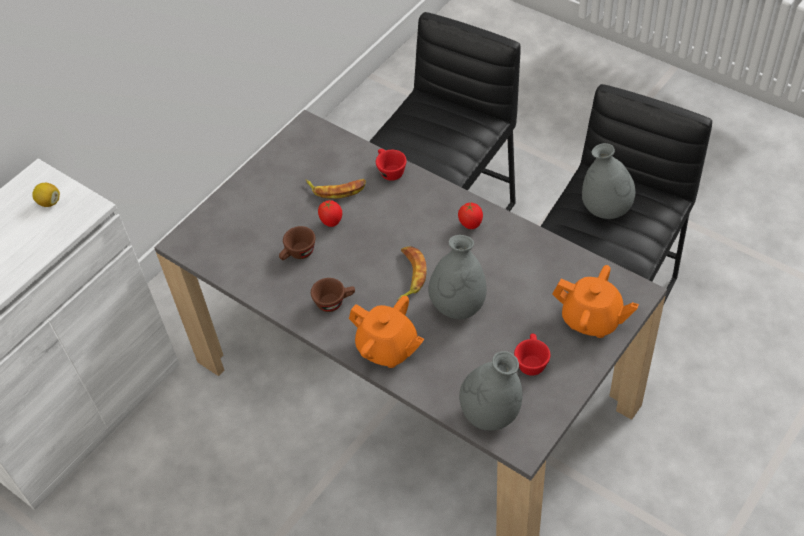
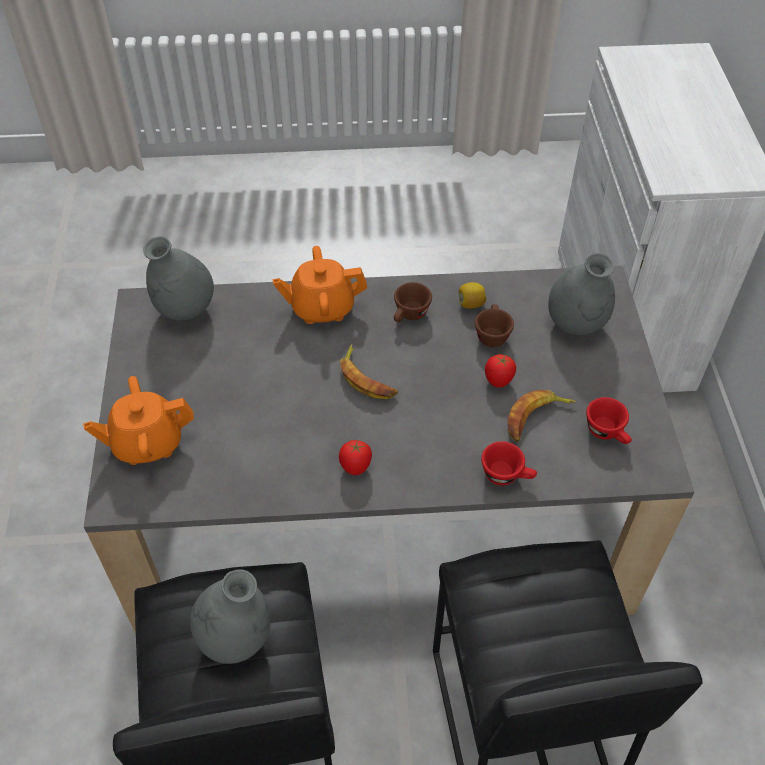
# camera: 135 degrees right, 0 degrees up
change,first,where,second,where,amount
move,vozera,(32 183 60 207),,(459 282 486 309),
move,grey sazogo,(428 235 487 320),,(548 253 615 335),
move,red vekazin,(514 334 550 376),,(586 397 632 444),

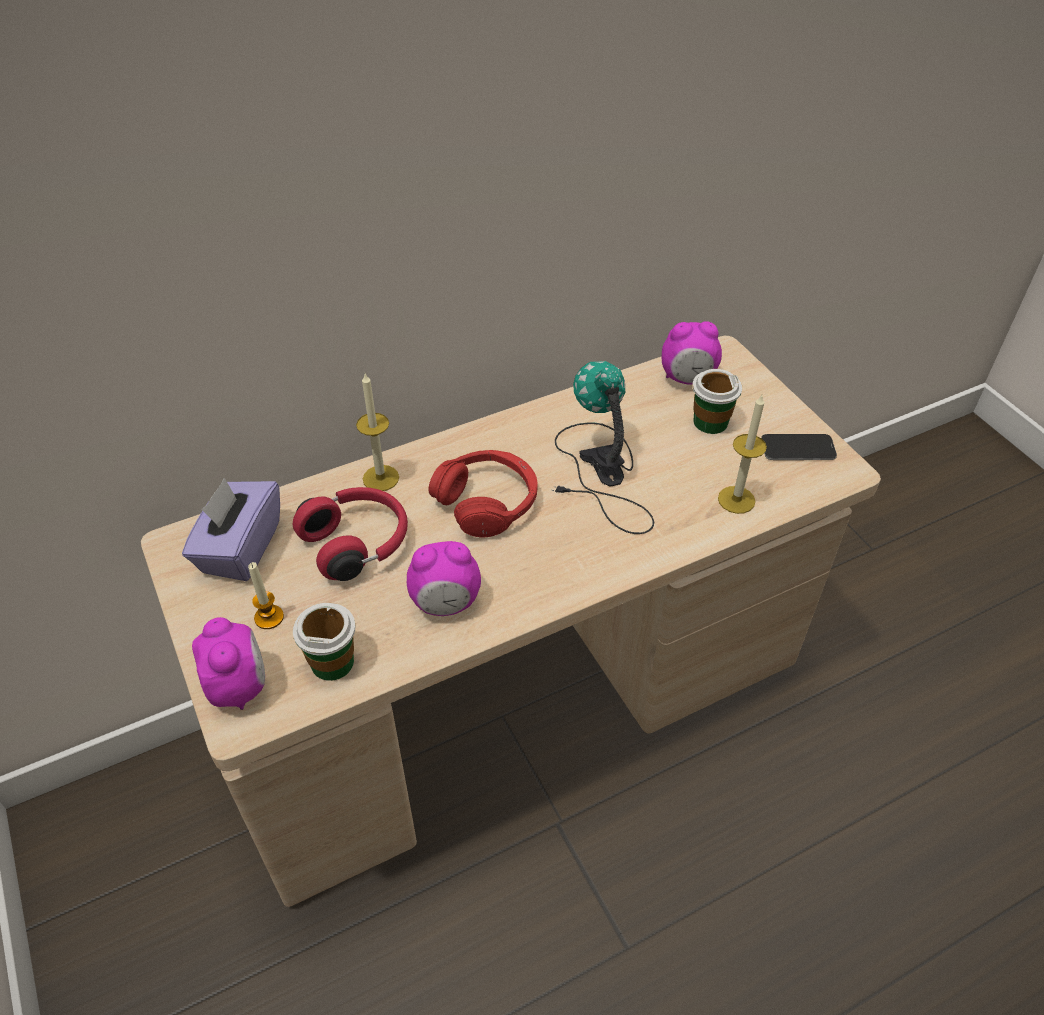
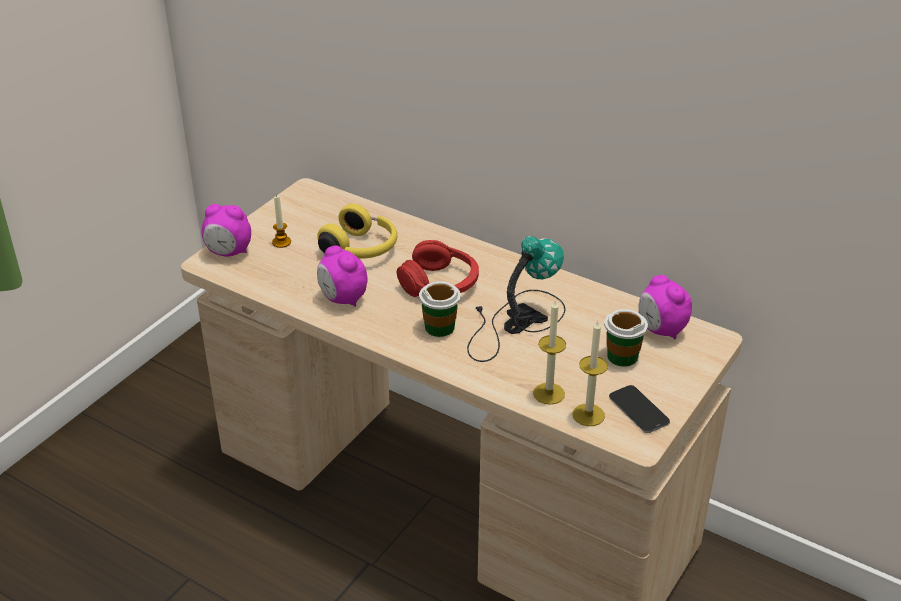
# camera: 60 degrees right, 10 degrees down
change,first,where,second,where,amount
rotate,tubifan,(192 617 265 710),,(201 204 251 257),60 degrees clockwise
recolor,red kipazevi,(293 487 408 581),yellow kipazevi,(317 204 397 259),
move,vekazin,(293 603 356 681),,(419 281 461 337),
move,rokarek,(356 374 399 491),,(572 321 608 426),
delete,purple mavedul,(182 478 280 581),,,

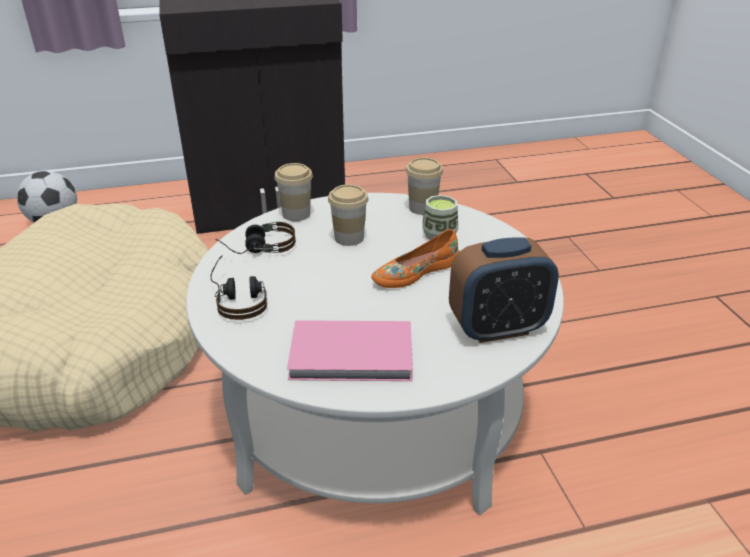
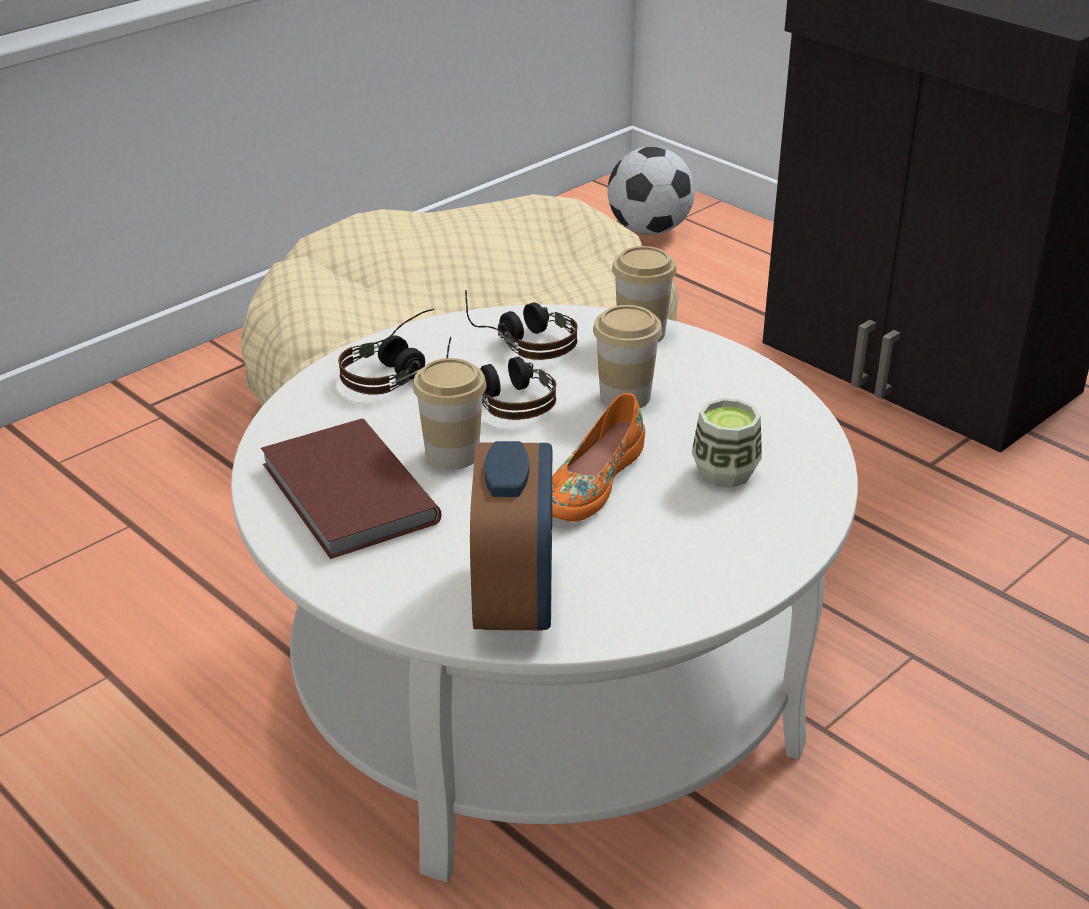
# camera: 60 degrees right, 0 degrees up
change,first,where,second,where,amount
recolor,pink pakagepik,(287 320 413 381),brown pakagepik,(261 419 441 559),
move,vekazin,(406 158 443 215),,(413 358 486 470),
insert,,,kipazevi,(446 337 556 420),
rotate,tubifan,(449 237 559 343),,(470 441 552 630),135 degrees counterclockwise
rotate,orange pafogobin,(372 229 459 288),,(552 393 645 522),90 degrees counterclockwise

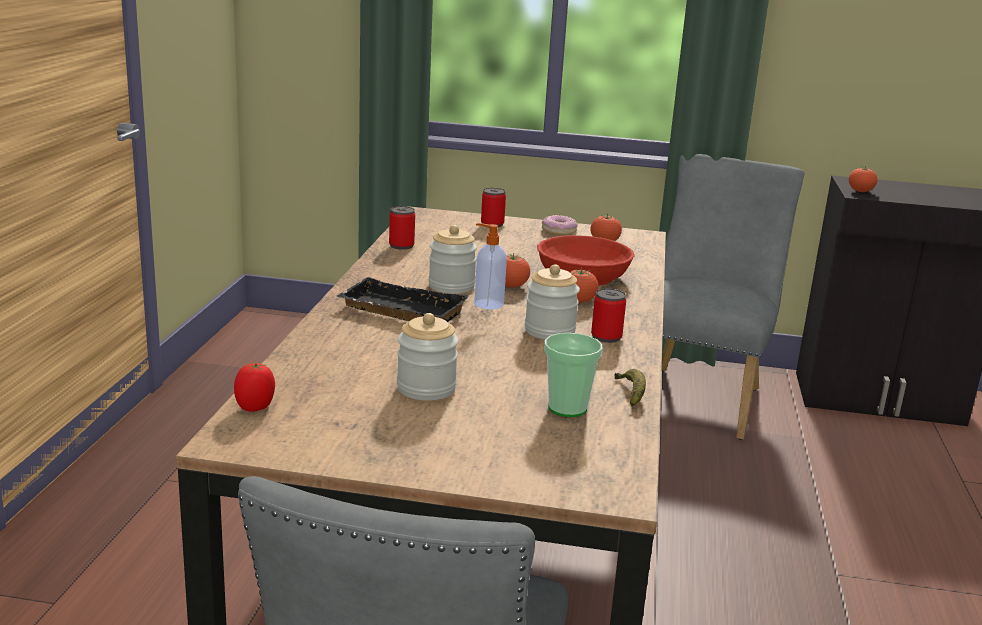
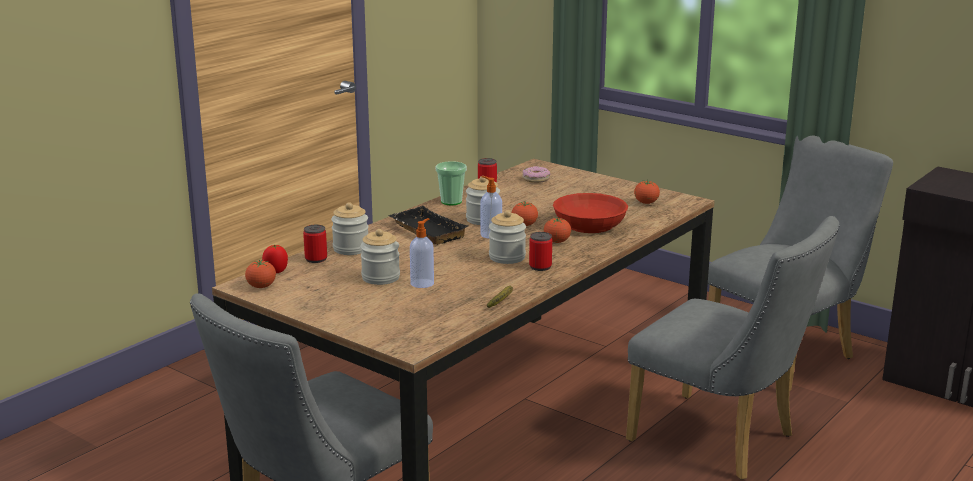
# camera: 30 degrees right, 0 degrees up
change,first,where,second,where,amount
move,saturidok,(849 166 878 192),,(245 260 276 288),
move,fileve,(481 188 506 227),,(303 225 327 263),
insert,,,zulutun,(331 202 369 255),
insert,,,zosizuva,(410 218 434 288),
move,vekazin,(544 333 603 417),,(436 161 467 206),
move,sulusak,(542 215 577 235),,(522 166 550 183),
insert,,,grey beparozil,(626 216 840 480),

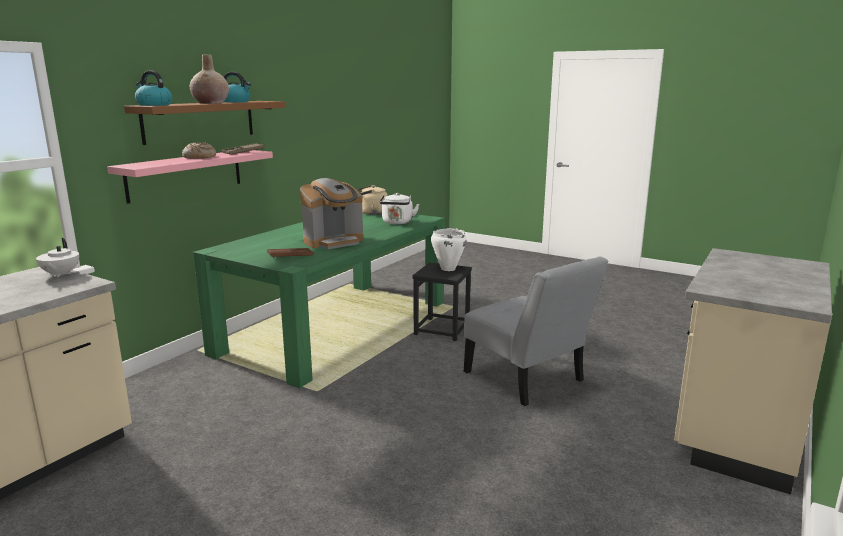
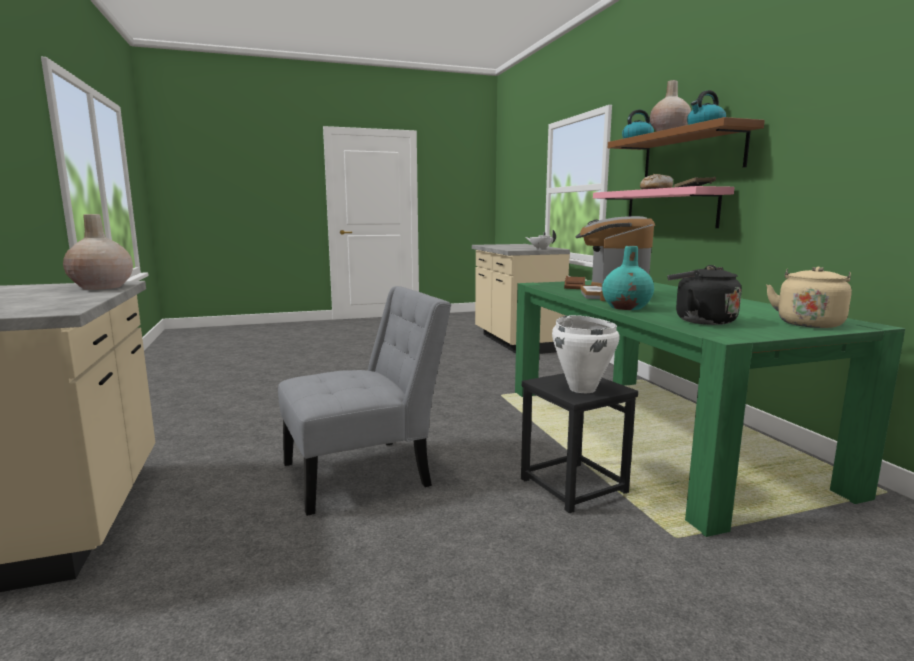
# camera: 130 degrees right, 5 degrees down
change,first,where,second,where,amount
insert,,,beige sazogo,(63 214 133 290),
rotate,grey beparozil,(464 256 608 406),,(278 286 451 516),150 degrees clockwise
insert,,,turquoise sazogo,(602 246 654 310),
recolor,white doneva,(379 193 419 225),black doneva,(667 265 742 325),

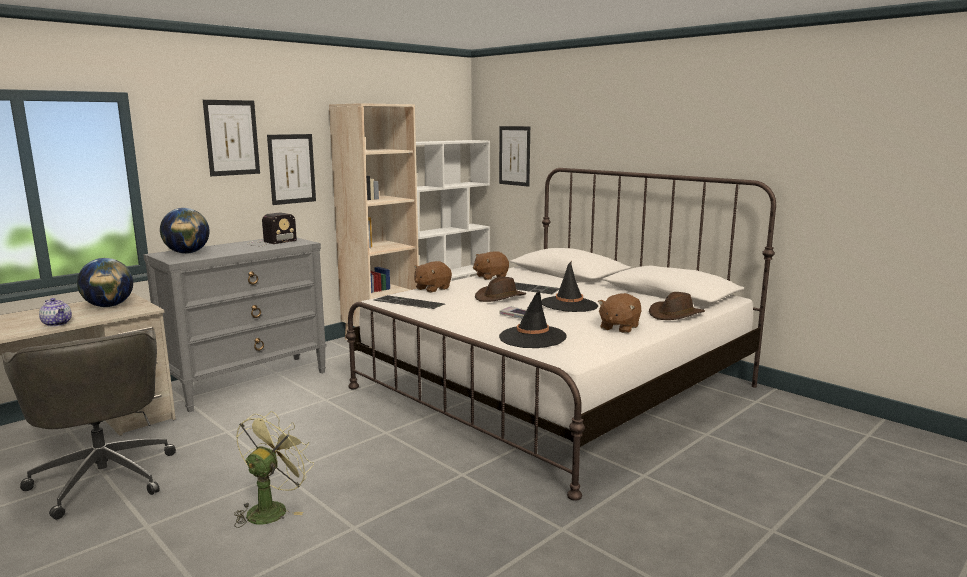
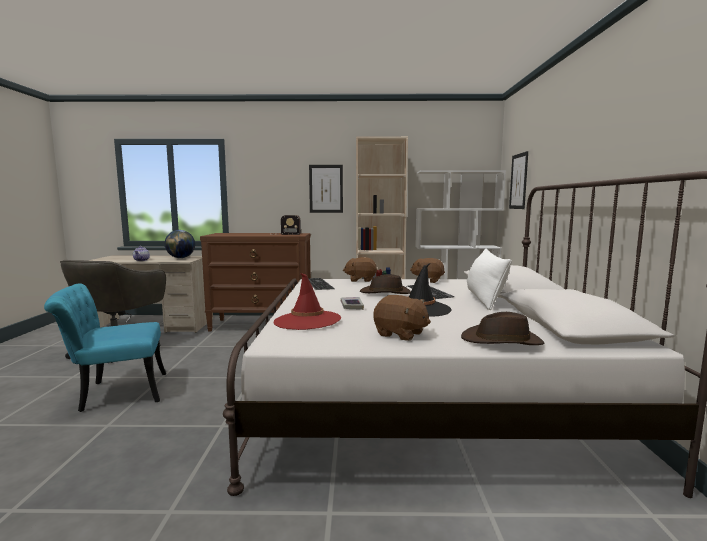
# camera: 45 degrees right, 5 degrees down
change,first,where,second,where,amount
replace,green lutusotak,(234 411 314 528),turquoise beparozil,(44 283 166 412),
recolor,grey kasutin,(143 238 327 412),brown kasutin,(200 233 311 332),
recolor,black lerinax,(499 291 566 348),red lerinax,(274 273 341 330),
rotate,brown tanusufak,(598 293 641 333),,(373 295 431 341),135 degrees counterclockwise
insert,,,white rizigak,(467 248 512 310),
delete,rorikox,(160 208 210 254),,,
delete,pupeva,(203 100 260 176),,,

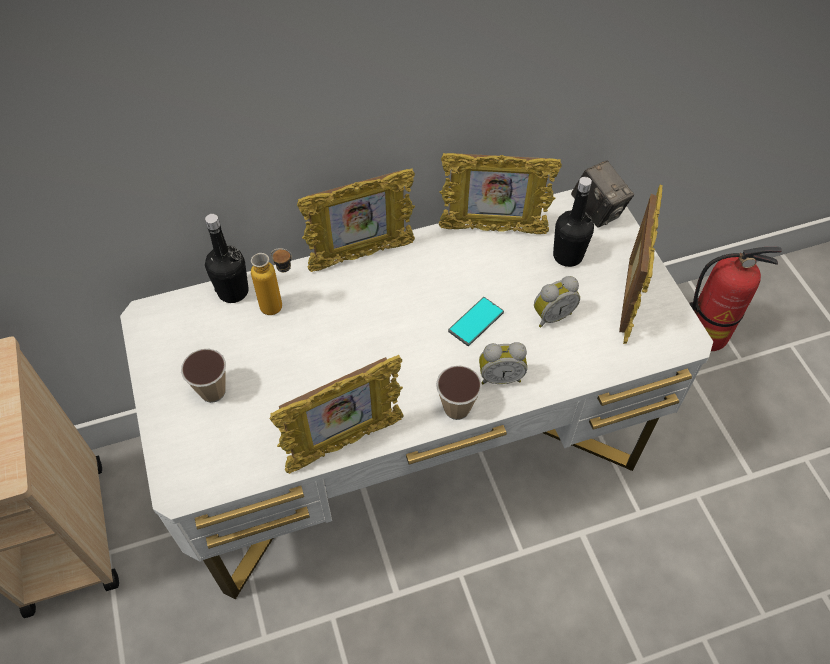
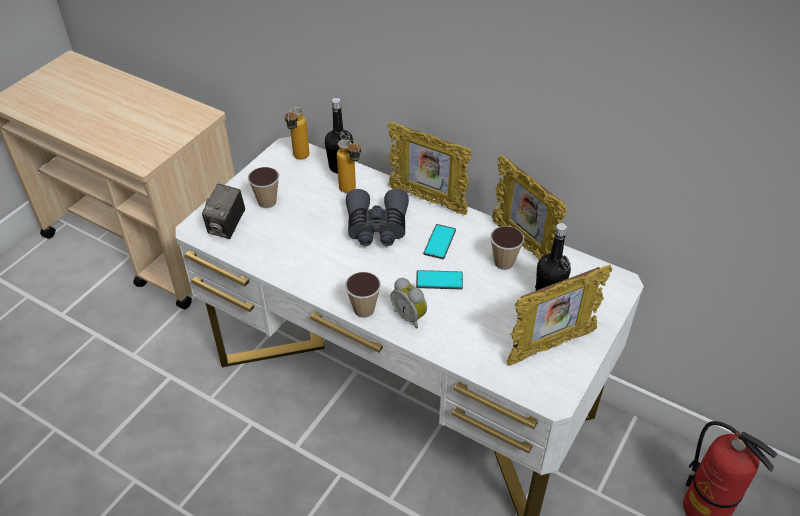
# camera: 50 degrees right, 10 degrees down
change,first,where,second,where,amount
move,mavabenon,(571 160 634 228),,(202 184 245 239),
insert,,,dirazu,(285 107 309 159),
insert,,,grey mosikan,(346 189 409 246),
insert,,,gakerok,(423 224 456 259),
insert,,,vekazin,(490 226 524 270),
delete,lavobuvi,(270 355 404 474),,,
delete,tubifan,(534 276 580 328),,,

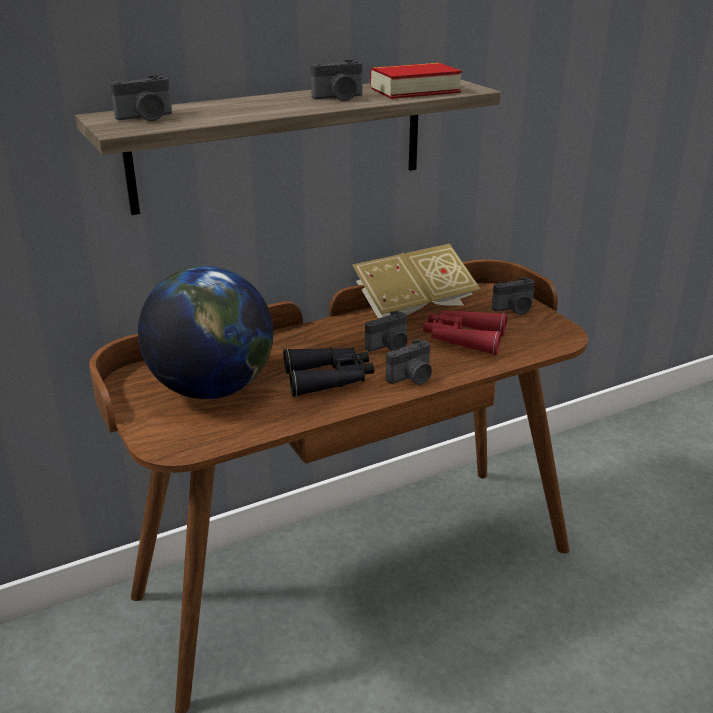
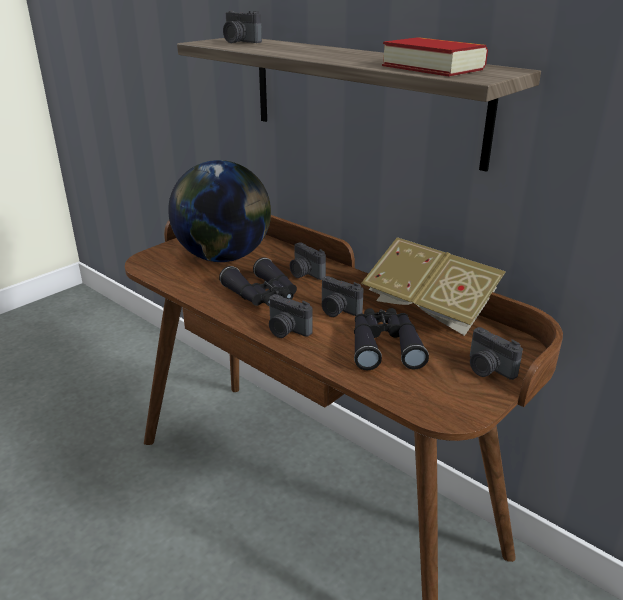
# camera: 70 degrees right, 0 degrees up
change,first,where,second,where,amount
move,mavabenon,(311 59 363 101),,(290 242 326 280),
recolor,red mosikan,(423 310 508 355),black mosikan,(354 308 429 370),

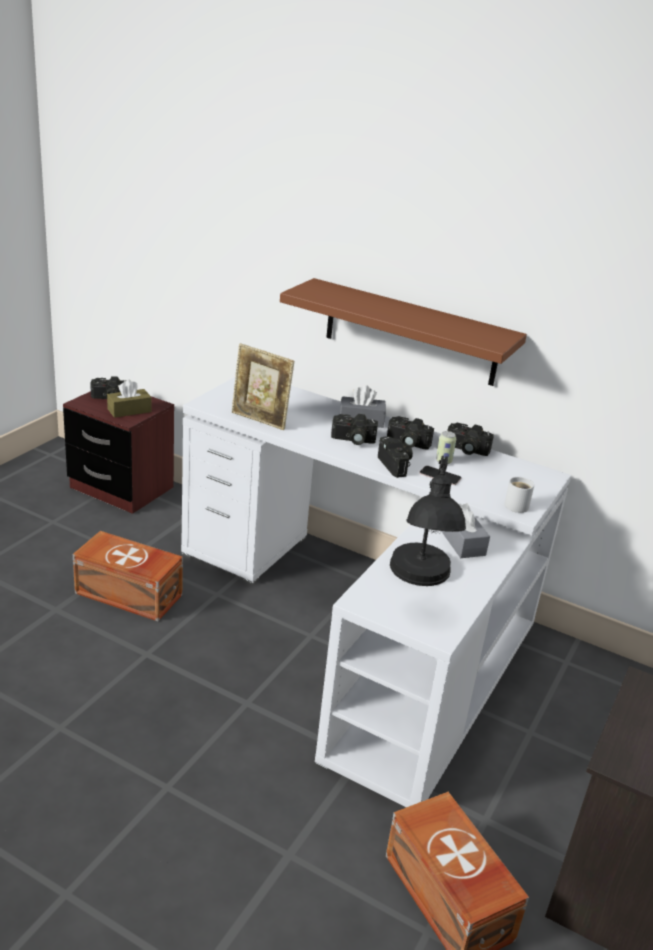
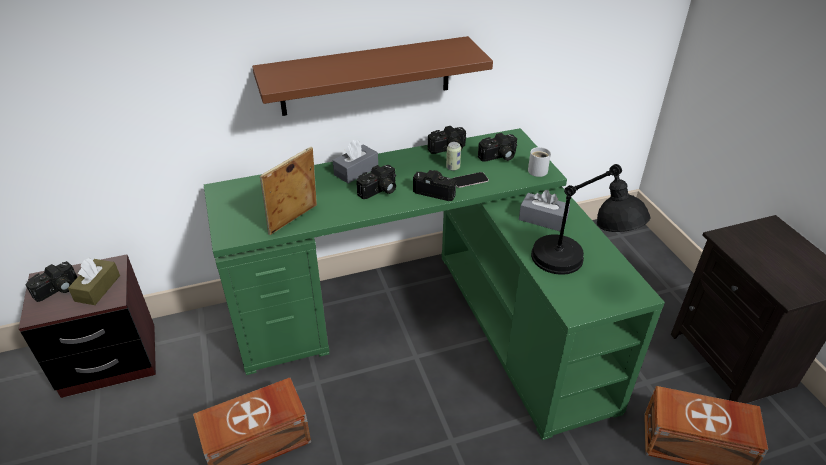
# camera: 45 degrees left, 10 degrees up
change,first,where,second,where,amount
recolor,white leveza,(181 377 571 808),green leveza,(204 128 665 440),
rotate,lavobuvi,(232 343 294 430),,(260 147 317 235),150 degrees clockwise
move,mavabenon,(387 416 434 450),,(478 133 517 162),

